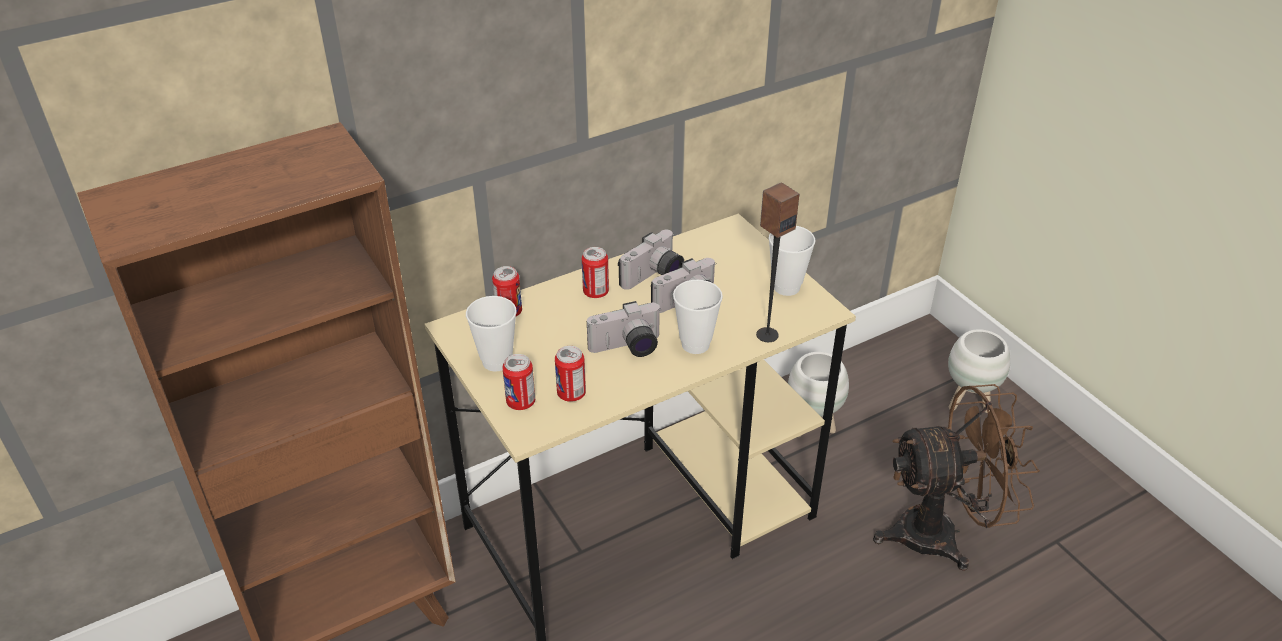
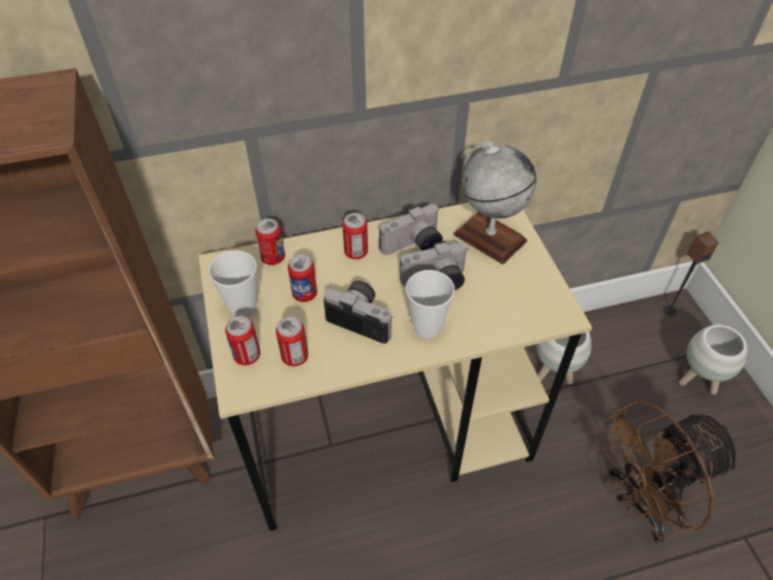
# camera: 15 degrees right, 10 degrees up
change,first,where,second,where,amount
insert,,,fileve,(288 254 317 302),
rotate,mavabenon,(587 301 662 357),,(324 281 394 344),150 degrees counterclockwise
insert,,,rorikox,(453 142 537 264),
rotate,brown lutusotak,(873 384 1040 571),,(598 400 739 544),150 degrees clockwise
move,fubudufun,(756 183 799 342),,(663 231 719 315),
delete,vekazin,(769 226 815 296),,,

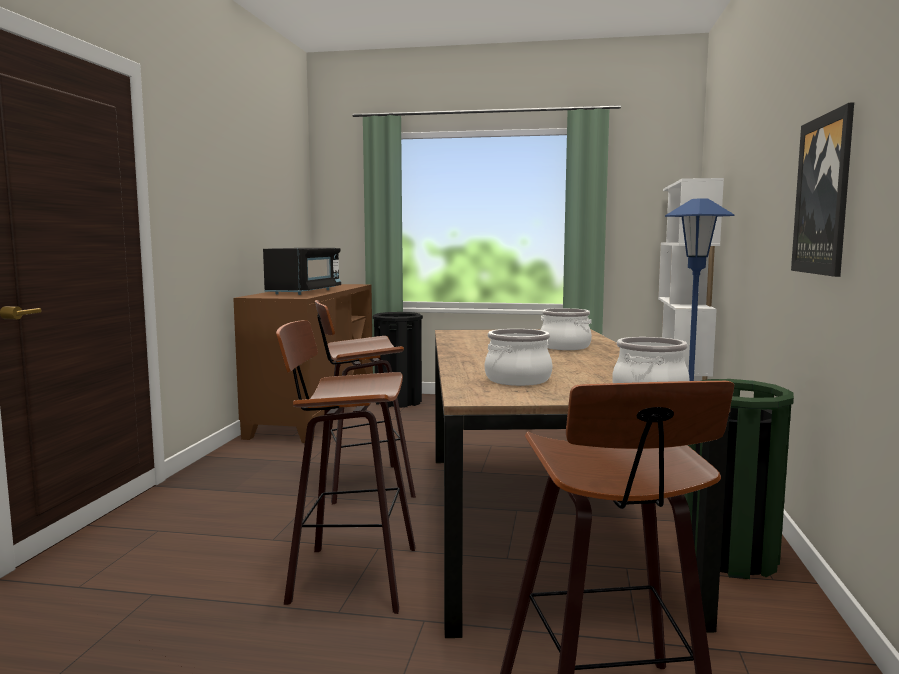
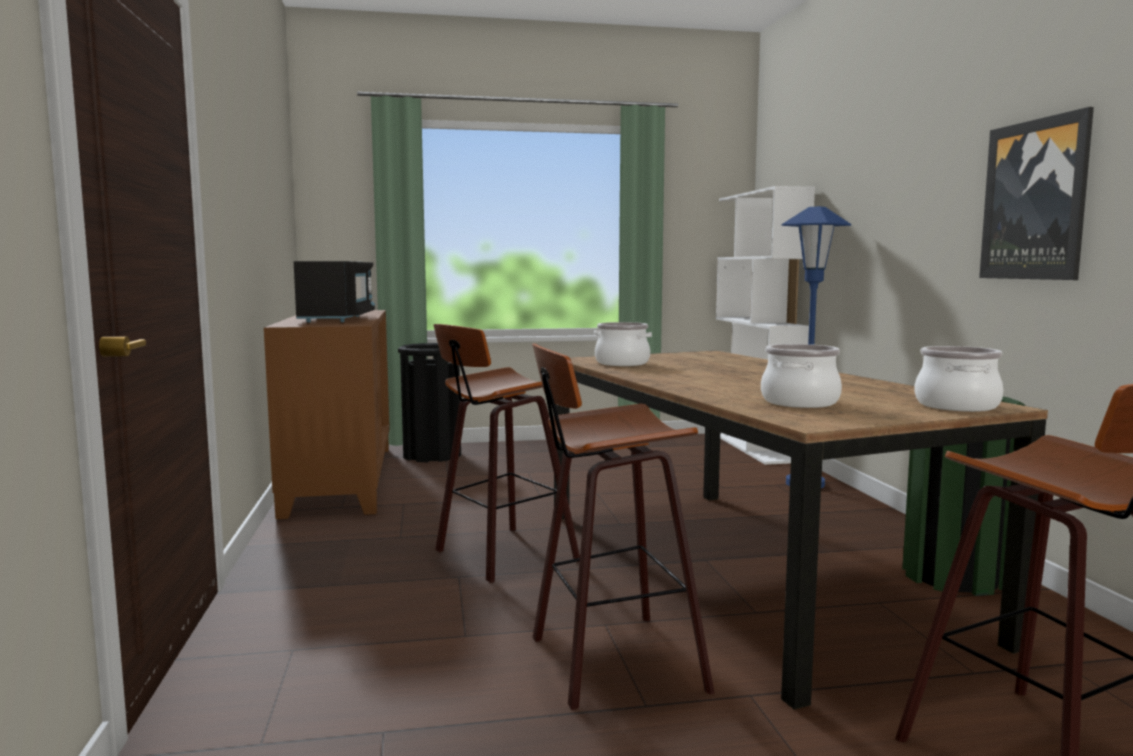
# camera: 20 degrees left, 0 degrees up
change,first,where,second,where,amount
move,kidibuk,(540 308 592 350),,(594 322 652 366),

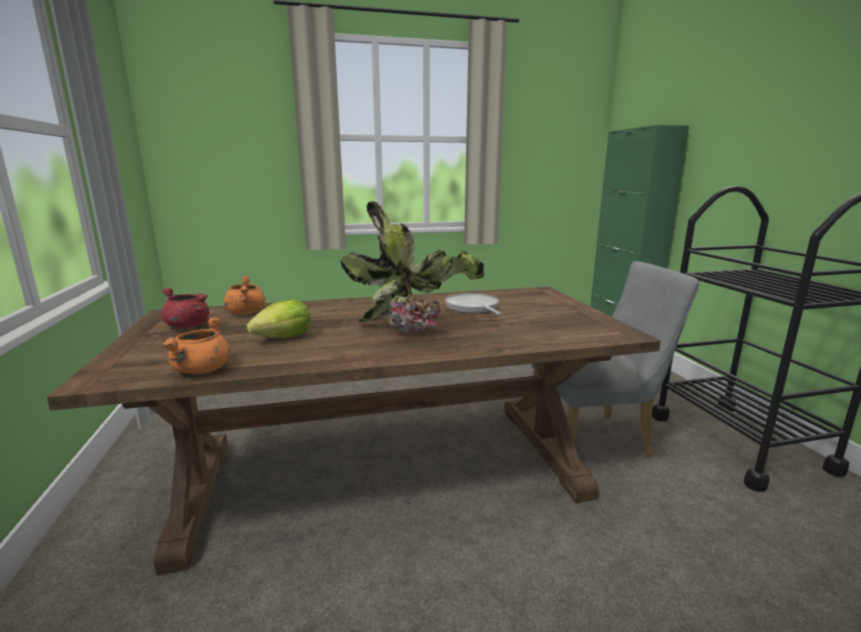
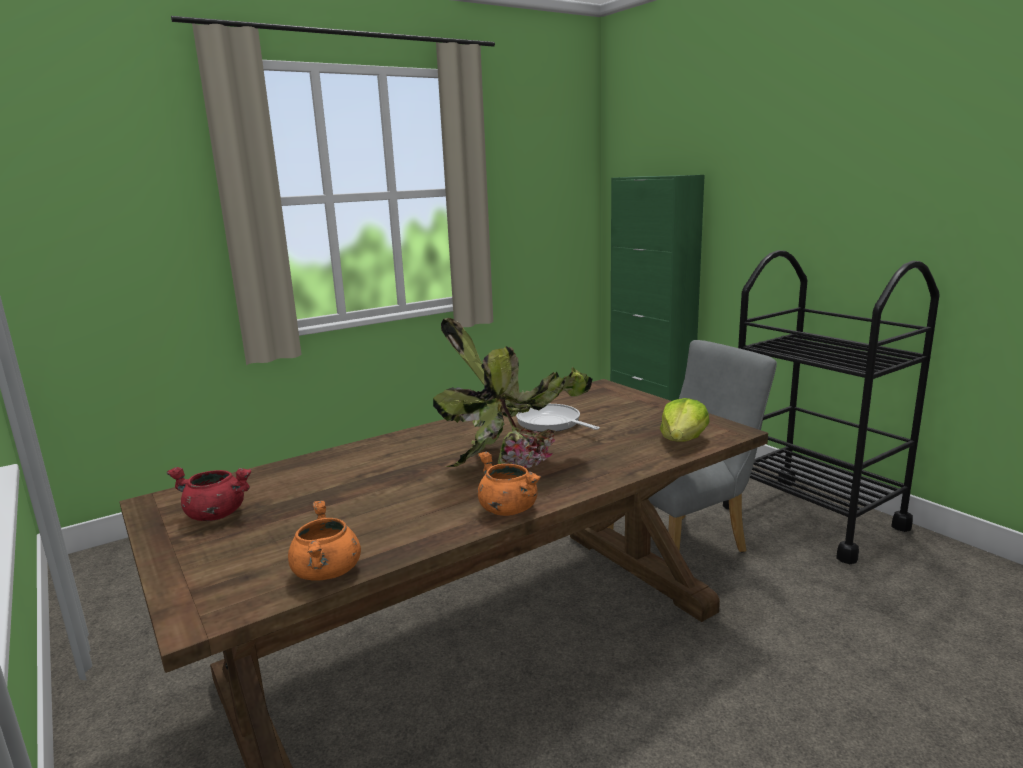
# camera: 20 degrees left, 0 degrees up
change,first,where,second,where,amount
move,orange kidibuk,(224 276 266 314),,(478 452 541 516),
move,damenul,(246 299 311 338),,(660 398 709 442),

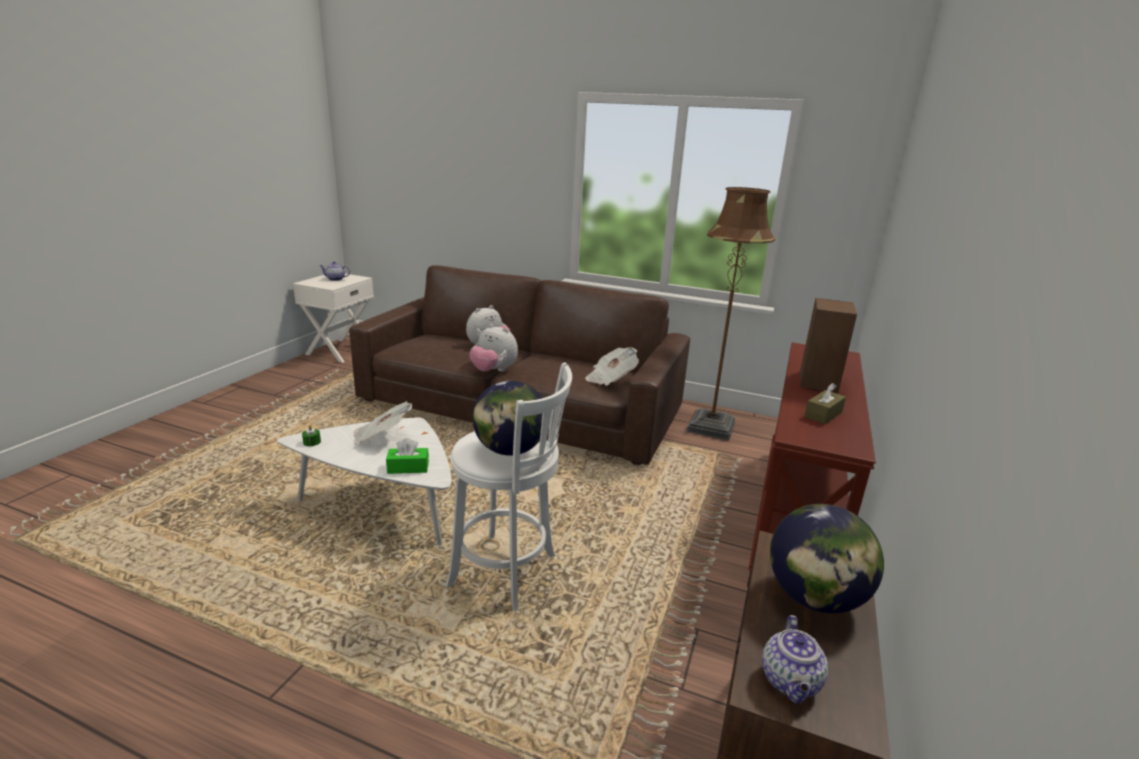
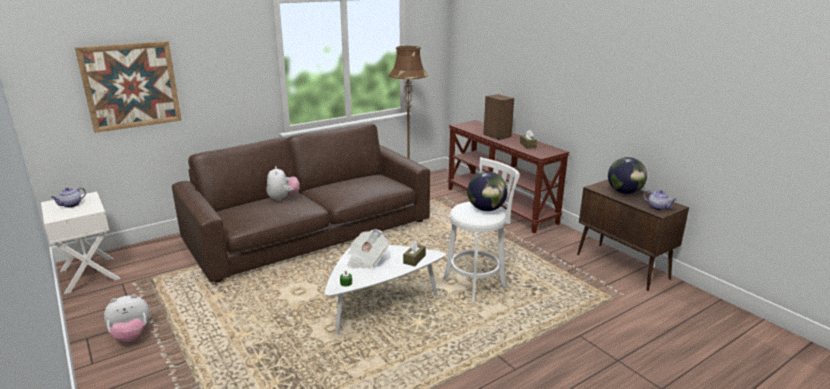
# camera: 55 degrees left, 0 degrees up
change,first,where,second,where,amount
insert,,,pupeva,(75 41 182 133),
move,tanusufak,(469 324 518 372),,(104 294 150 342),
recolor,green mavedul,(386 438 429 474),brown mavedul,(403 241 426 266),
delete,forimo,(585 347 639 386),,,

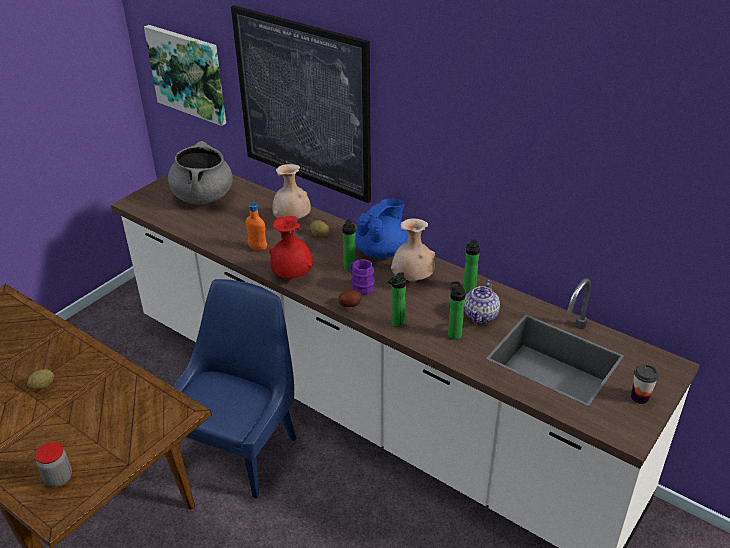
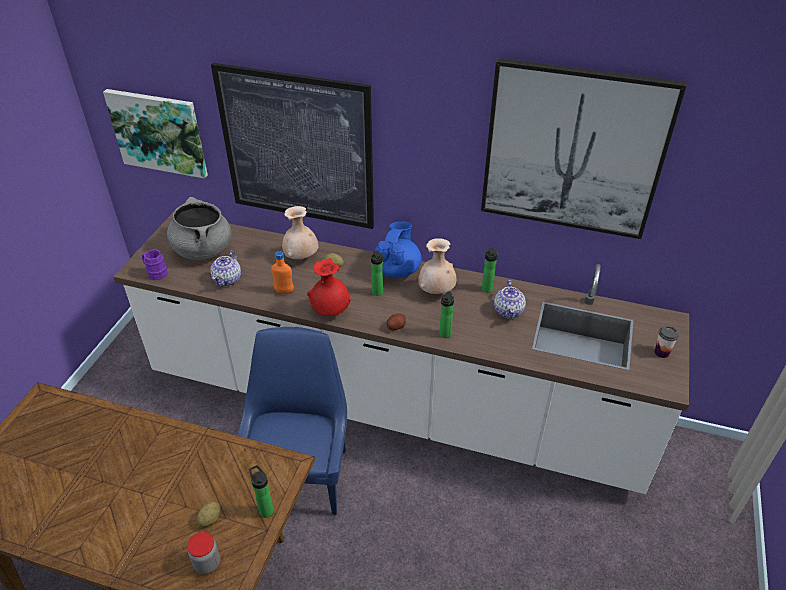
# camera: 20 degrees left, 5 degrees up
change,first,where,second,where,amount
move,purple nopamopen,(350 259 375 295),,(142 250 168 280),
move,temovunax,(27 369 54 390),,(197 502 221 527),
insert,,,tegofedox,(210 250 241 287),
move,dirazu,(448 281 465 340),,(249 465 274 518),
insert,,,pupeva,(481 58 686 239),

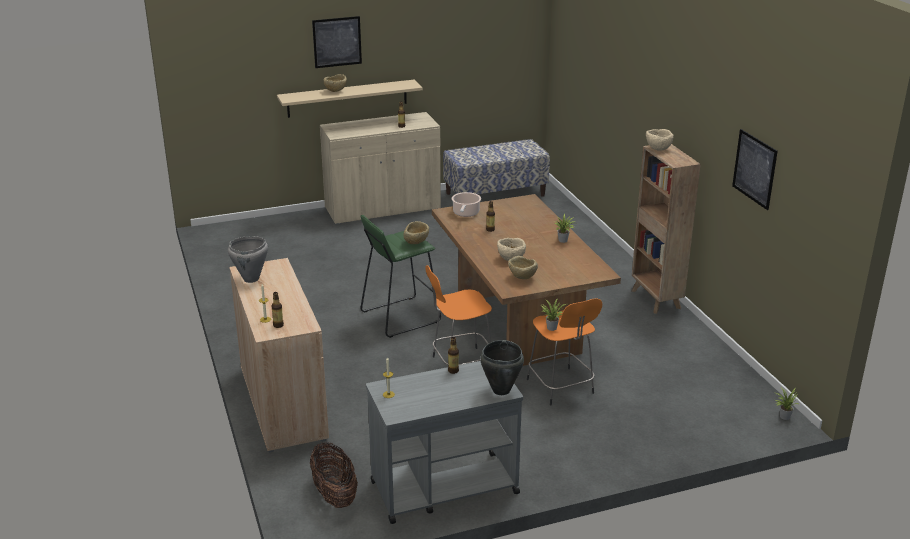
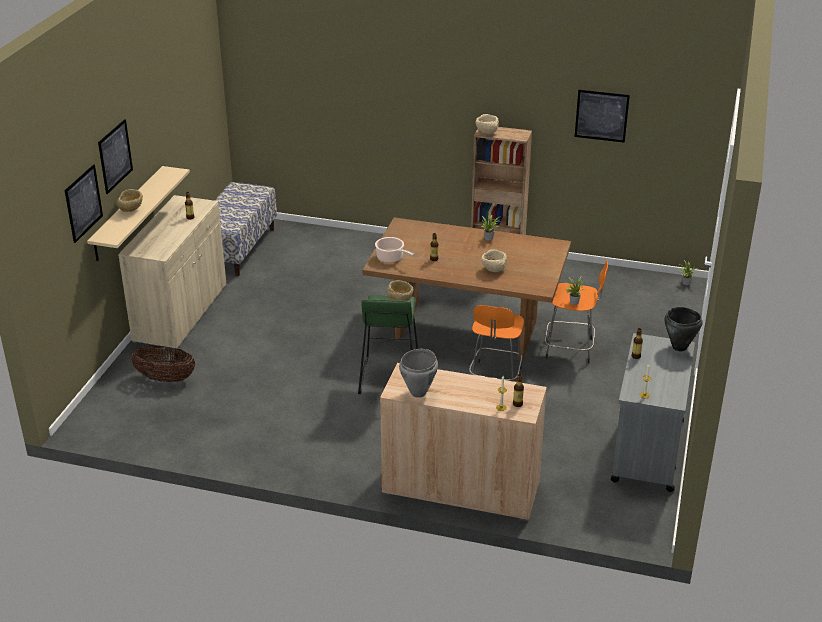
# camera: 55 degrees left, 5 degrees up
change,first,where,second,where,amount
insert,,,pupeva,(65 164 103 243),
move,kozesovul,(310 442 358 508),,(131 345 195 382),
delete,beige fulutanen,(508 256 538 279),,,

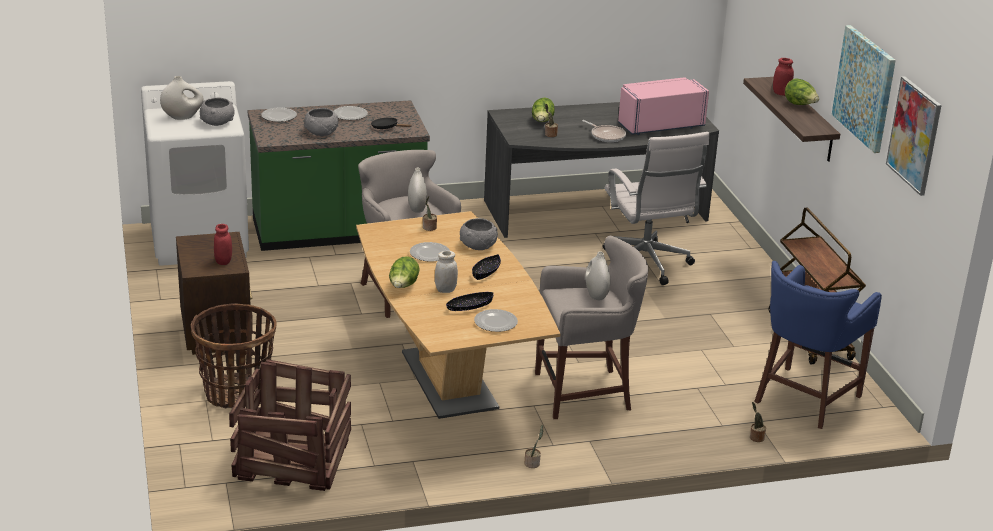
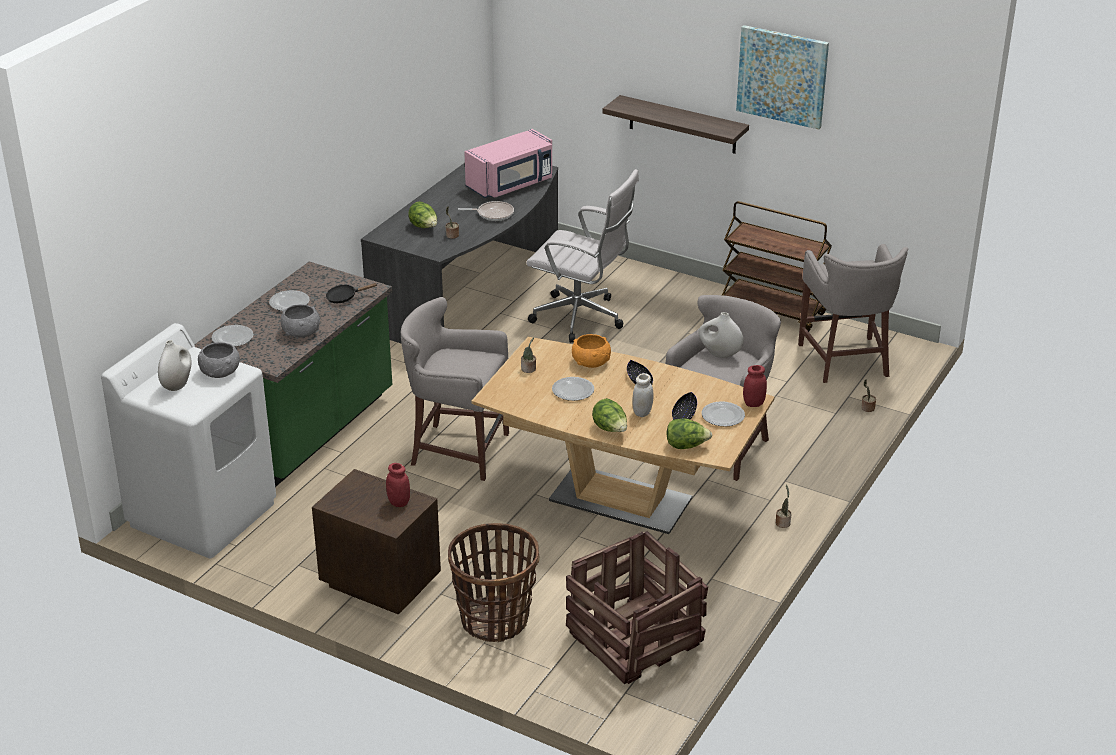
# camera: 45 degrees left, 5 degrees up
change,first,where,second,where,amount
rotate,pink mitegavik,(618 77 709 135),,(464 129 552 198),150 degrees counterclockwise
recolor,grey fulutanen,(460 218 498 250),orange fulutanen,(572 334 611 368),
move,damenul,(785 78 819 105),,(666 418 712 449),
move,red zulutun,(773 58 794 96),,(743 365 767 407),
recolor,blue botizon,(754 261 882 429),grey botizon,(798 244 908 383),
delete,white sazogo,(408 168 427 213),,,
delete,pupeva,(886 76 942 196),,,

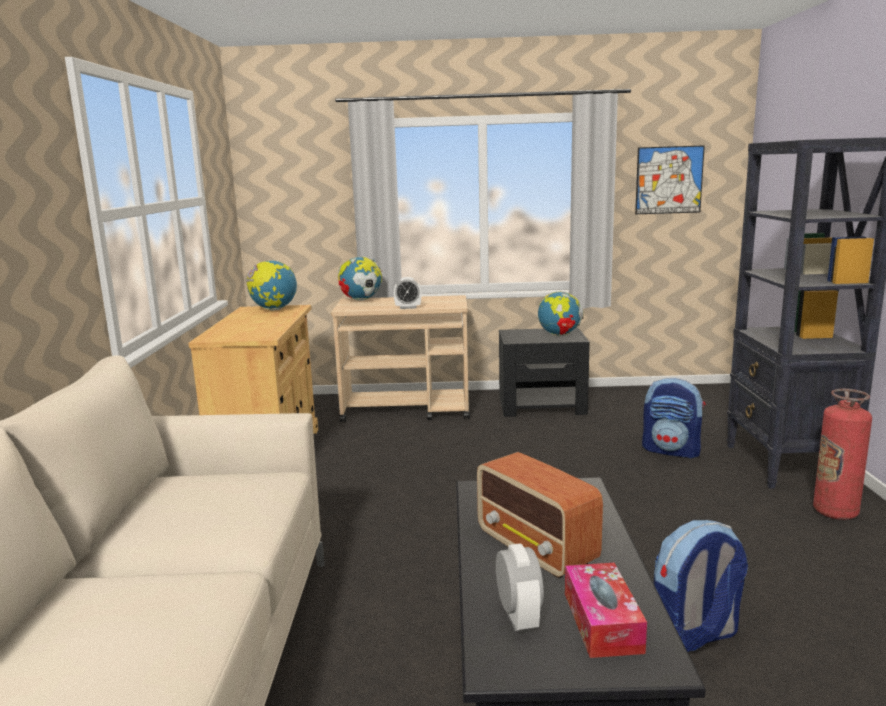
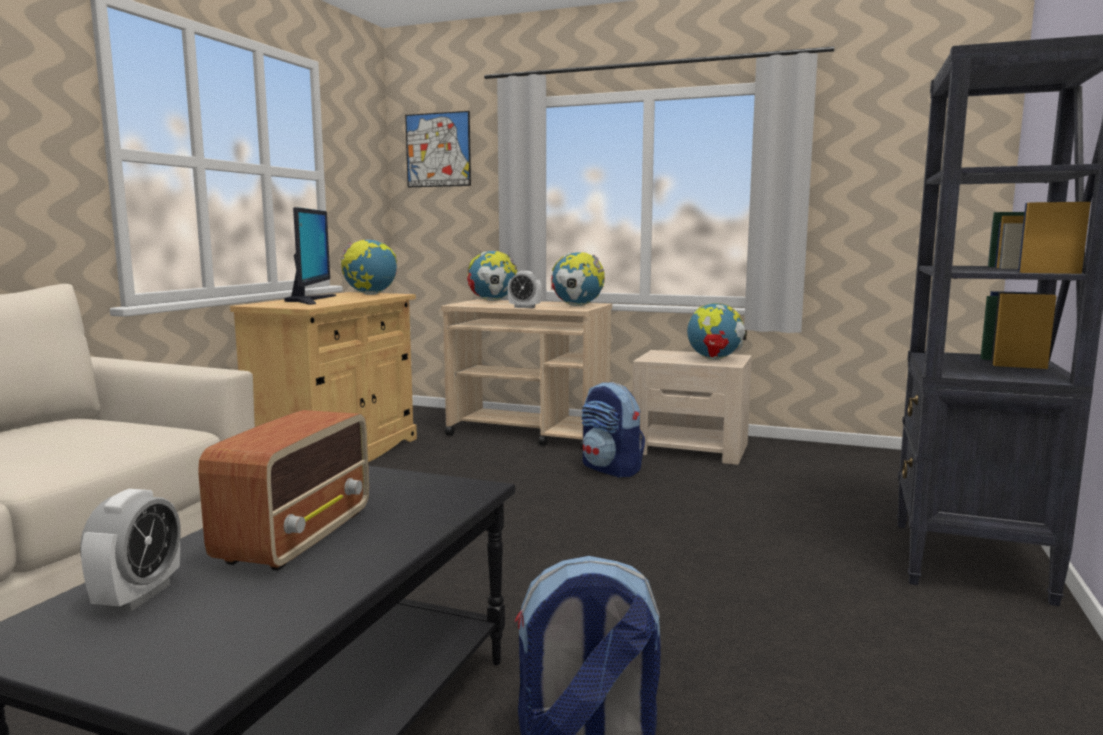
# camera: 20 degrees right, 5 degrees down
change,first,where,second,where,amount
rotate,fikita,(477 452 603 578),,(198 410 369 571),150 degrees counterclockwise
insert,,,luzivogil,(284 207 336 305),
move,pupeva,(635 145 705 214),,(405 111 471 187),
insert,,,rorikox,(551 252 605 306),
move,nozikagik,(642 378 706 458),,(581 382 645 478),
recolor,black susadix,(499 328 590 417),beige susadix,(633 350 752 465),
delete,mavedul,(565 563 647 658),,,
delete,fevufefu,(813 389 872 520),,,

